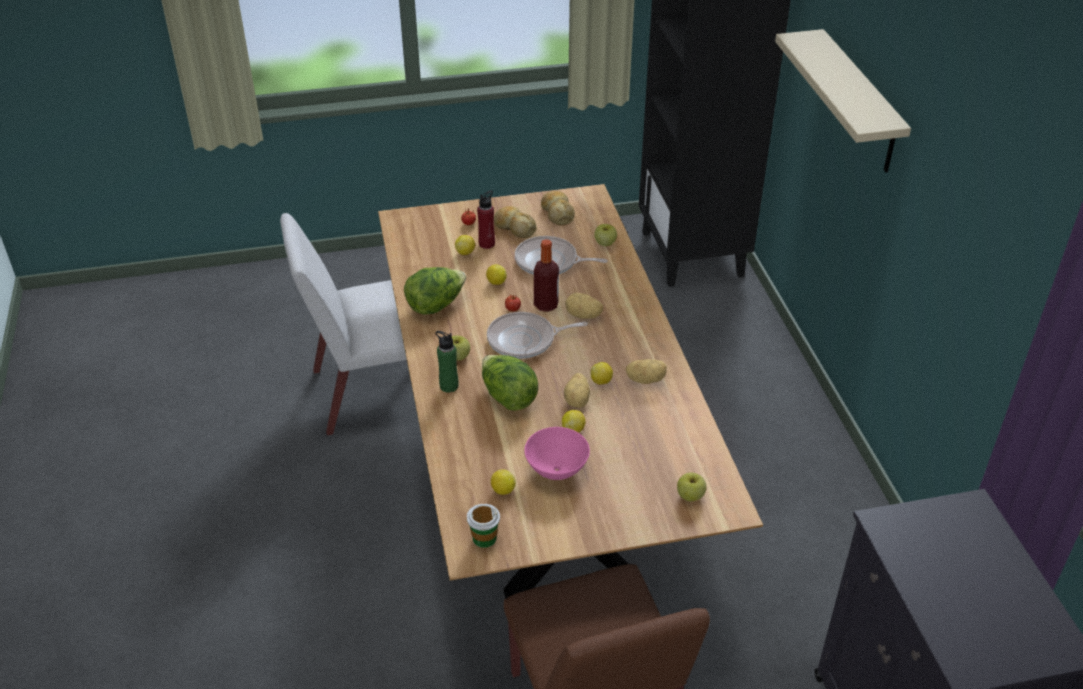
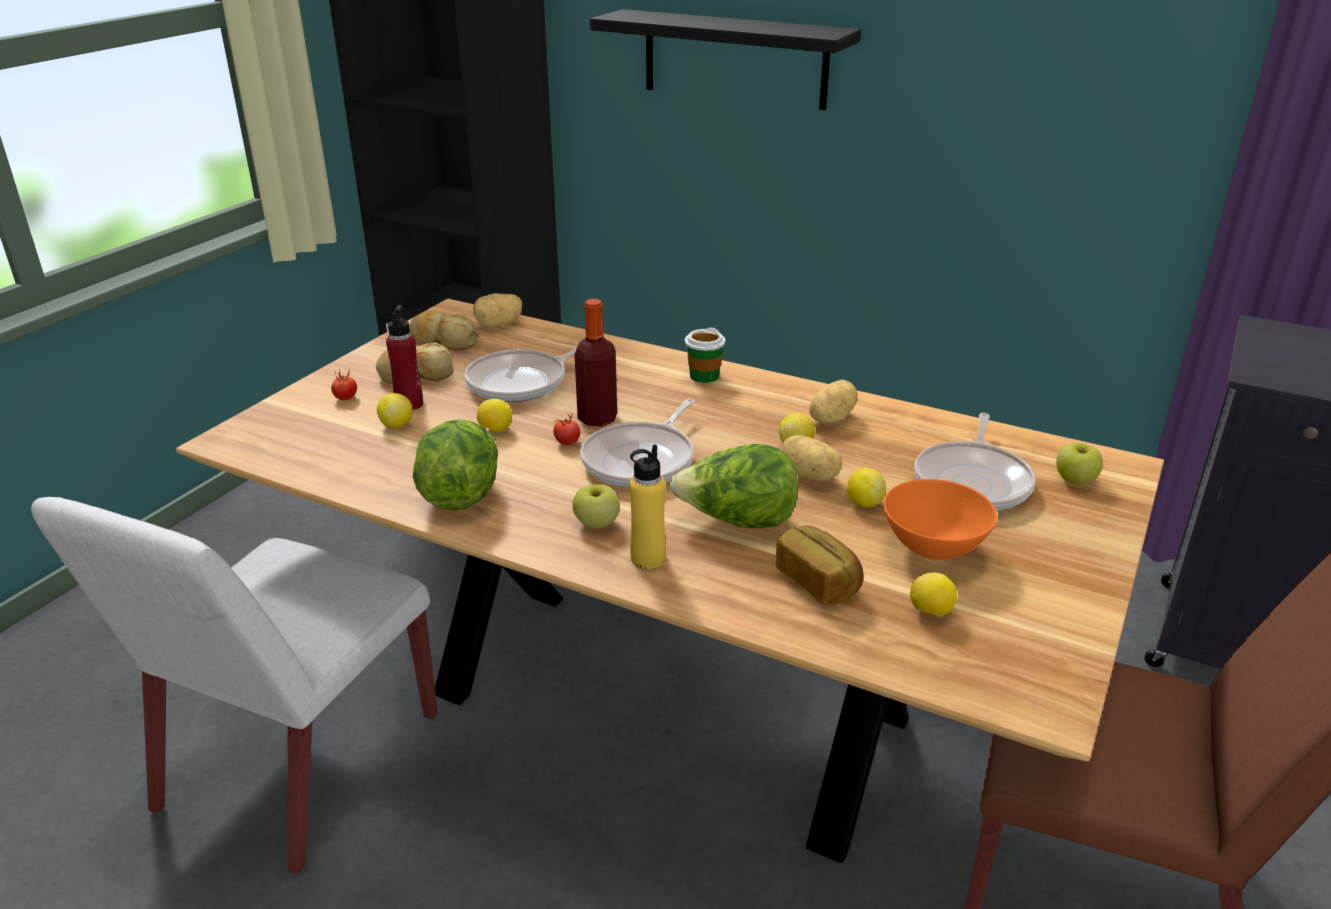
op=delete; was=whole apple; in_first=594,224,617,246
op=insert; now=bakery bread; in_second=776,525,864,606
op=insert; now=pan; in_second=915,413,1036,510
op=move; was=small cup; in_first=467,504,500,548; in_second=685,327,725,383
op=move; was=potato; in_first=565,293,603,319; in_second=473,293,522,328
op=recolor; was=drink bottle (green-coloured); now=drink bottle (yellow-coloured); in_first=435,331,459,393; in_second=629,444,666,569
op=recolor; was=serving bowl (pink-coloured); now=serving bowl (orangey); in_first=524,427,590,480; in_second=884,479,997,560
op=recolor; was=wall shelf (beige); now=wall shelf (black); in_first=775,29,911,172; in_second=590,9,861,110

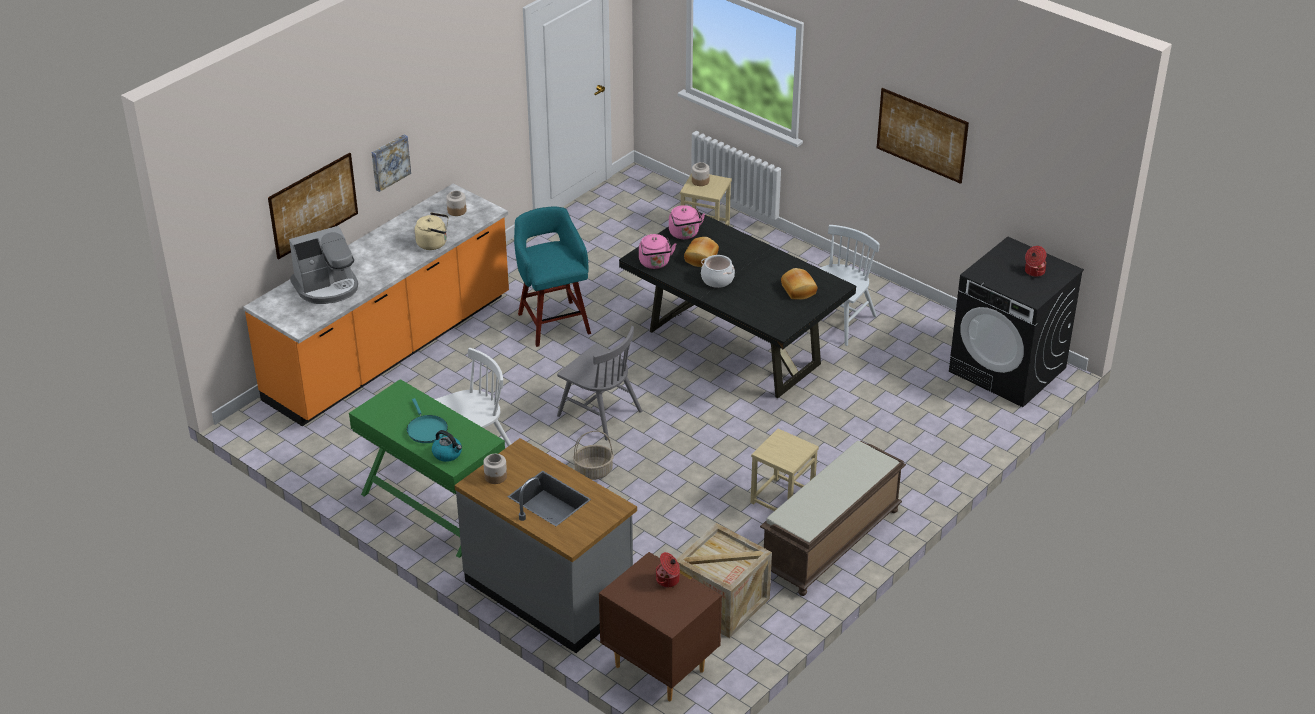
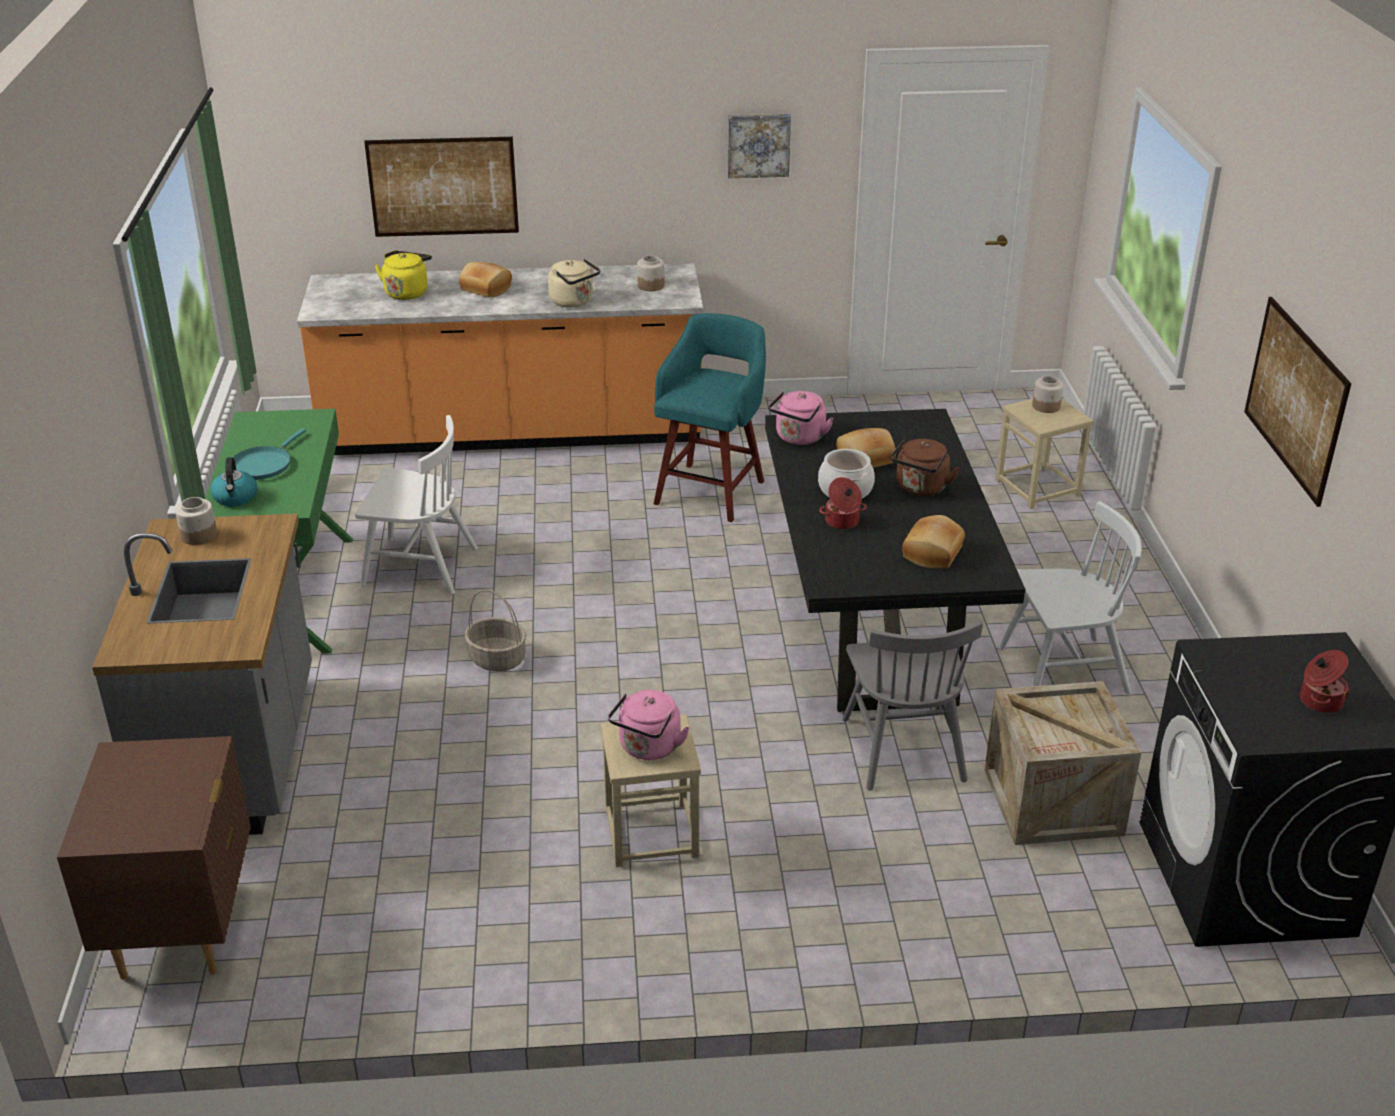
op=delete; was=bench (brownish); in_first=760,441,906,596
op=insert; now=bakery bread; in_second=459,262,512,297
op=insert; now=tea kettle (brownish); in_second=891,439,959,496
op=move; was=picture; in_first=372,135,411,192; in_second=728,114,791,178
op=move; was=upright chair (greyish); in_first=557,326,642,440; in_second=842,621,983,791
op=move; was=saucepot; in_first=656,552,680,588; in_second=819,477,867,529
op=move; was=tea kettle (pink-coloured); in_first=669,205,705,239; in_second=608,690,689,760
op=move; was=crate; in_first=676,523,772,638; in_second=985,681,1141,845
op=replace; was=coffee brewer; now=tea kettle (yellow-coloured); in_first=289,226,358,304; in_second=374,251,432,300

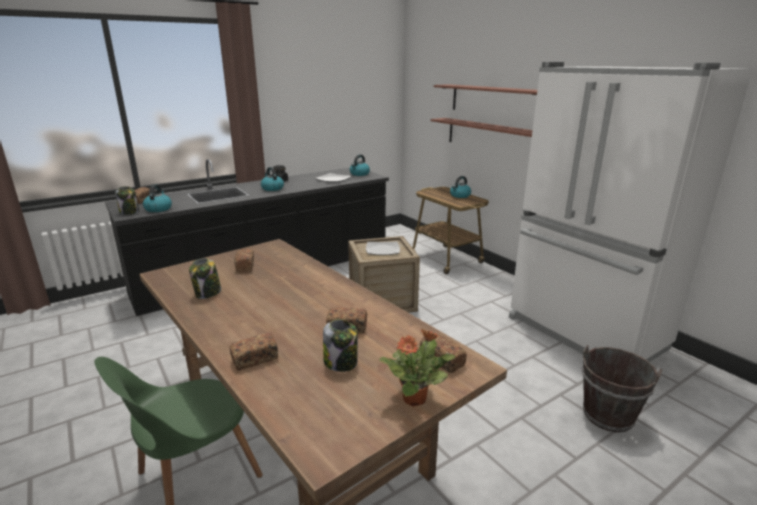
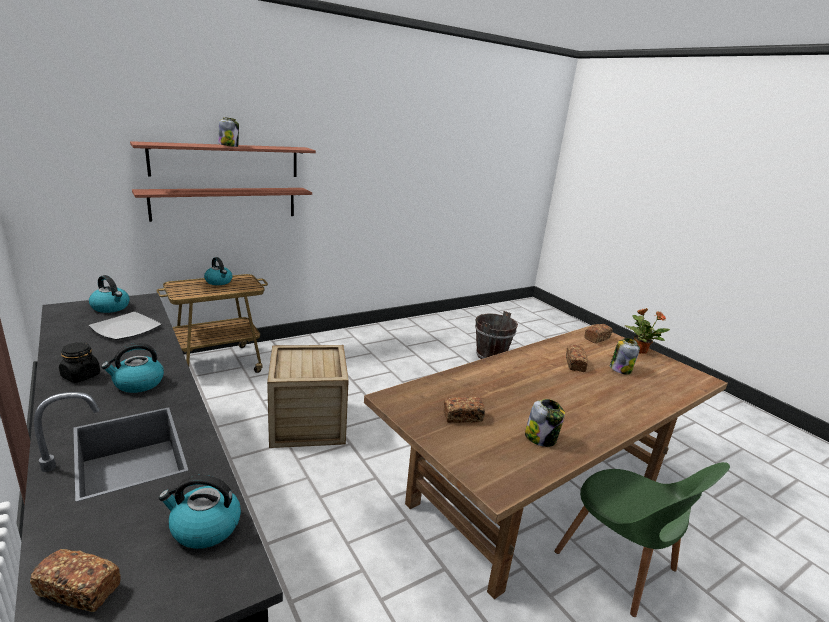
op=delete; was=bakery bread; in_first=230,333,278,371
op=delete; was=plate; in_first=366,242,400,255
op=delete; was=kitchen fridge (white); in_first=509,62,753,362
op=move; was=preserve jar; in_first=115,186,139,215; in_second=218,117,239,147

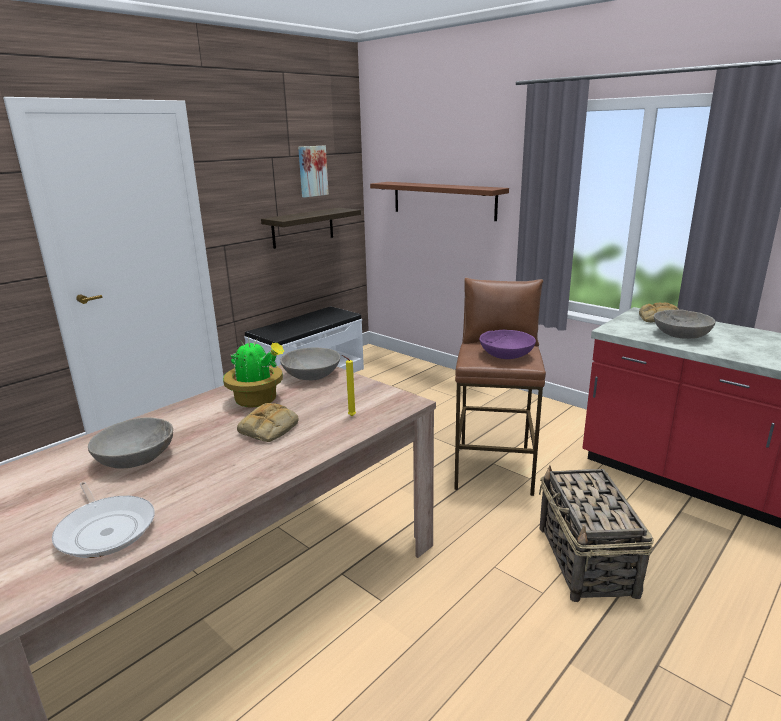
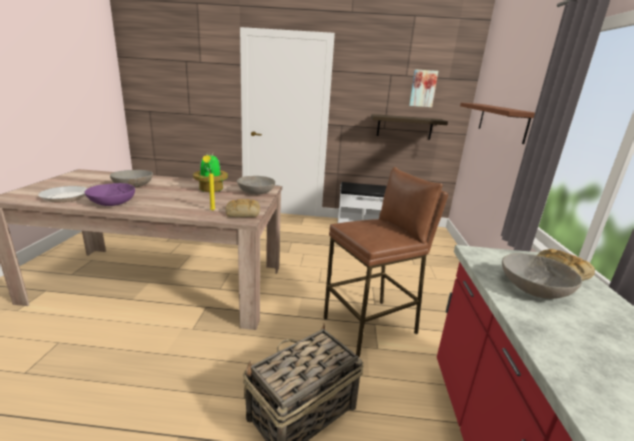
op=move; was=bakery bread; in_first=237,403,299,442; in_second=226,199,260,217
op=move; was=serving bowl (purplish); in_first=479,330,536,359; in_second=85,183,135,206

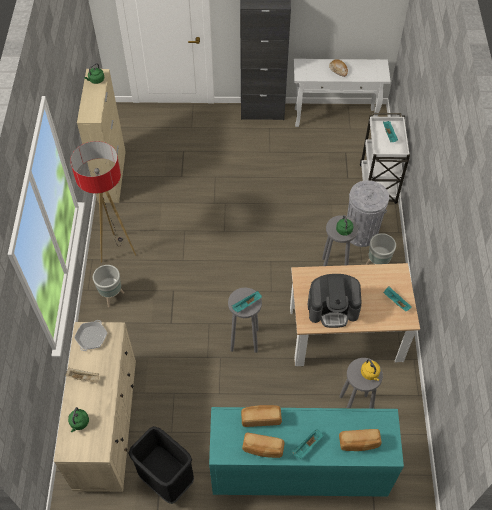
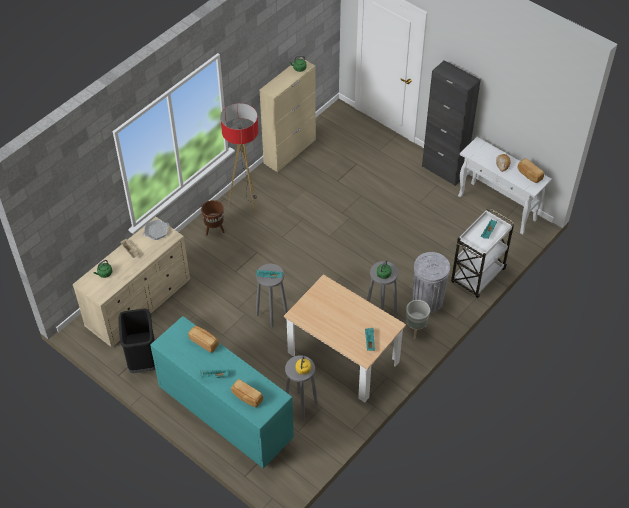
op=delete; was=coffee brewer; in_first=308,274,361,328
op=move; was=bakery bread; in_first=242,432,285,458; in_second=518,158,544,183
op=recolor; was=plant pot (greyish); now=plant pot (brownish); in_first=93,265,124,307; in_second=201,200,225,235

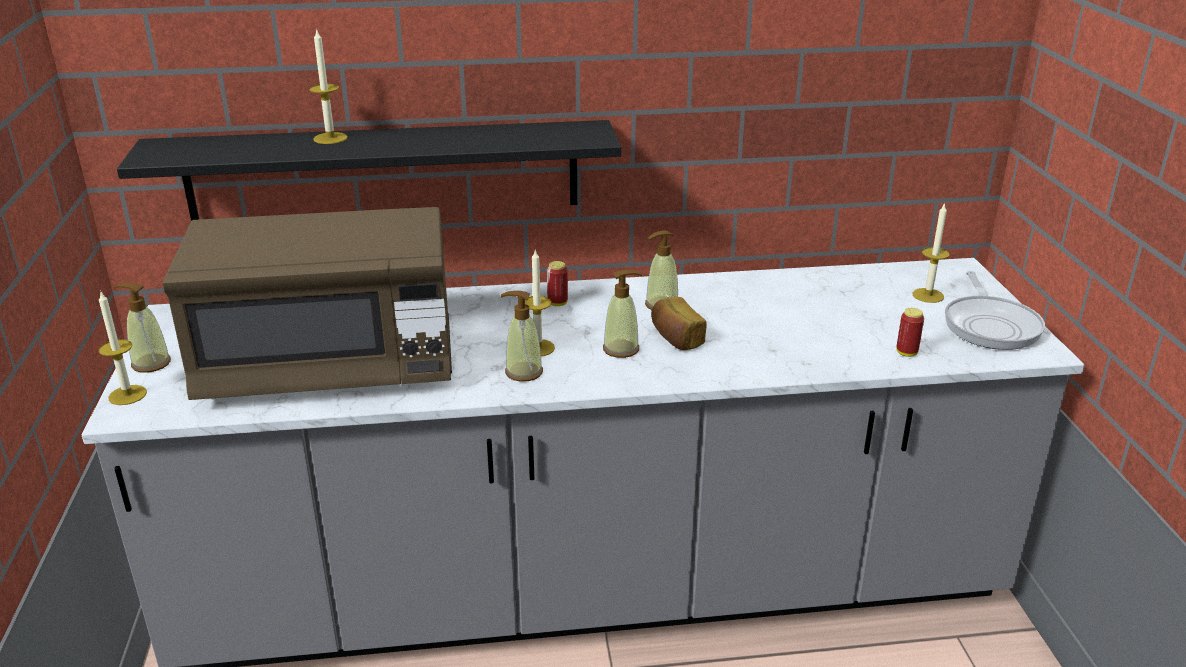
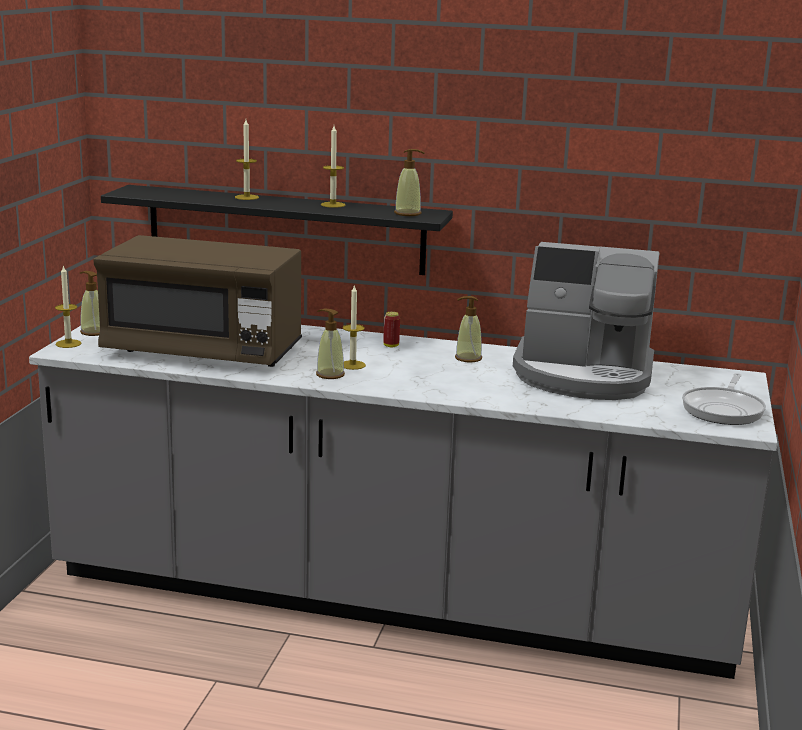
op=delete; was=bakery bread; in_first=651,297,707,350
op=delete; was=sealed can; in_first=896,308,924,357
op=insert; now=coffee brewer; in_second=513,242,660,400
op=move; was=liquid soap bottle; in_first=603,270,642,358; in_second=394,149,425,216
op=move; was=wax candle; in_first=913,203,950,303; in_second=321,126,345,208

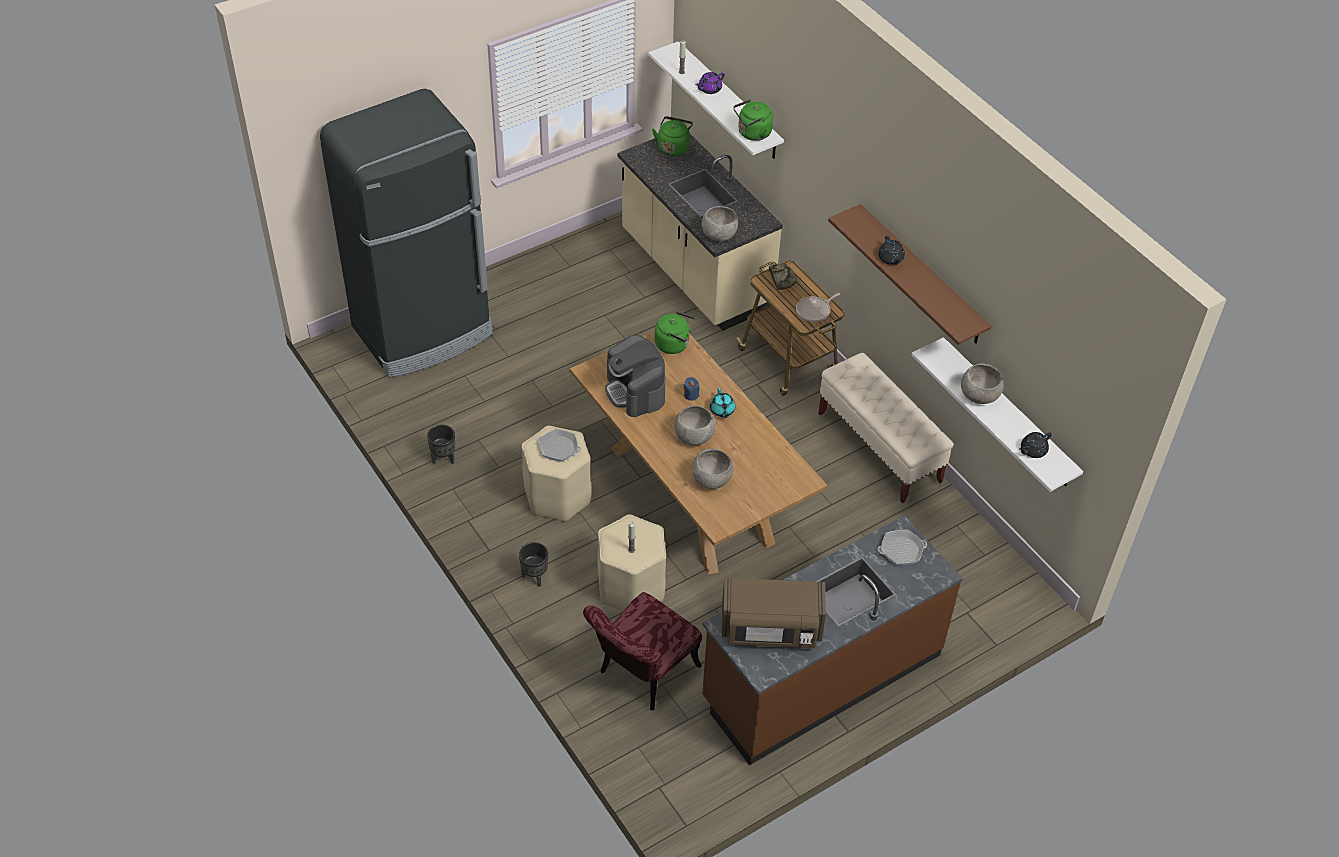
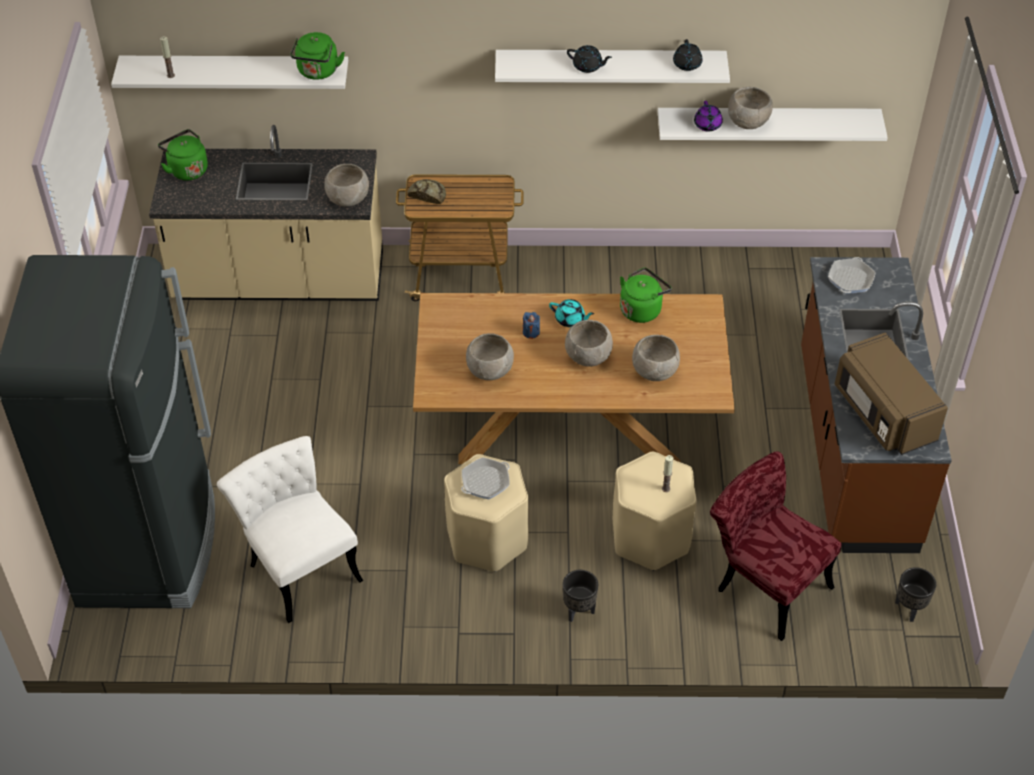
op=delete; was=pan; in_first=796,293,840,322
op=delete; was=bench (beige); in_first=818,353,954,503
op=insert; now=upright chair (white); in_second=217,436,363,623
op=move; was=plant pot (black); in_first=427,425,455,464; in_second=895,567,936,622
op=move; was=tea kettle (green-coloured); in_first=655,312,695,354; in_second=620,268,672,323
op=move; was=teapot (purplish); in_first=695,72,725,94; in_second=694,101,723,131
op=move; was=teapot (black); in_first=1019,432,1052,458; in_second=673,39,702,71
op=replace; was=coffee brewer; now=serving bowl (greyish); in_first=605,335,666,417; in_second=466,333,514,380
op=recolor; was=wall shelf (brownish); now=wall shelf (white); in_first=828,204,992,345; in_second=495,50,730,83
op=rotate; was=upright chair (red-coloured); in_first=583,592,702,710; in_second=710,451,842,641; clockwise=150
op=rotate; was=microwave (brownish); in_first=722,578,826,648; in_second=835,332,948,455; clockwise=120

